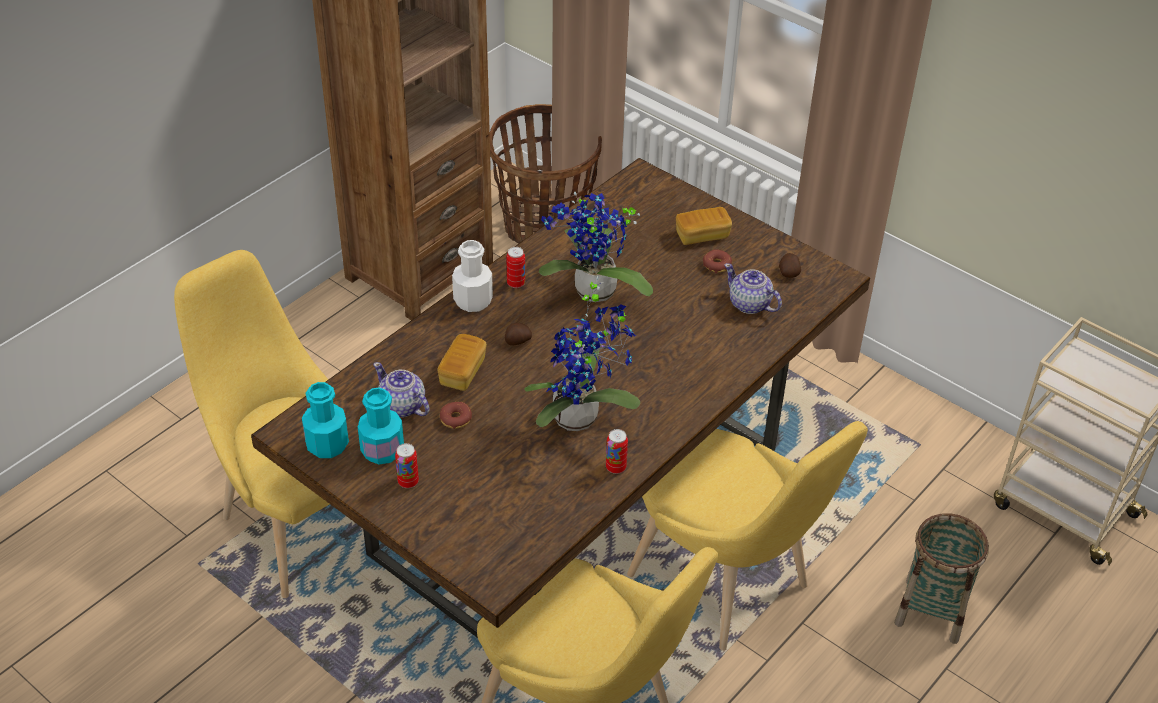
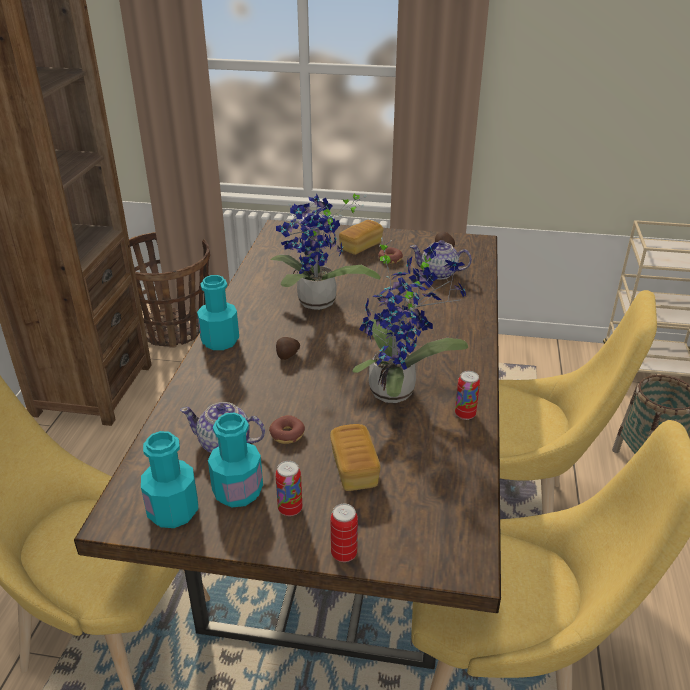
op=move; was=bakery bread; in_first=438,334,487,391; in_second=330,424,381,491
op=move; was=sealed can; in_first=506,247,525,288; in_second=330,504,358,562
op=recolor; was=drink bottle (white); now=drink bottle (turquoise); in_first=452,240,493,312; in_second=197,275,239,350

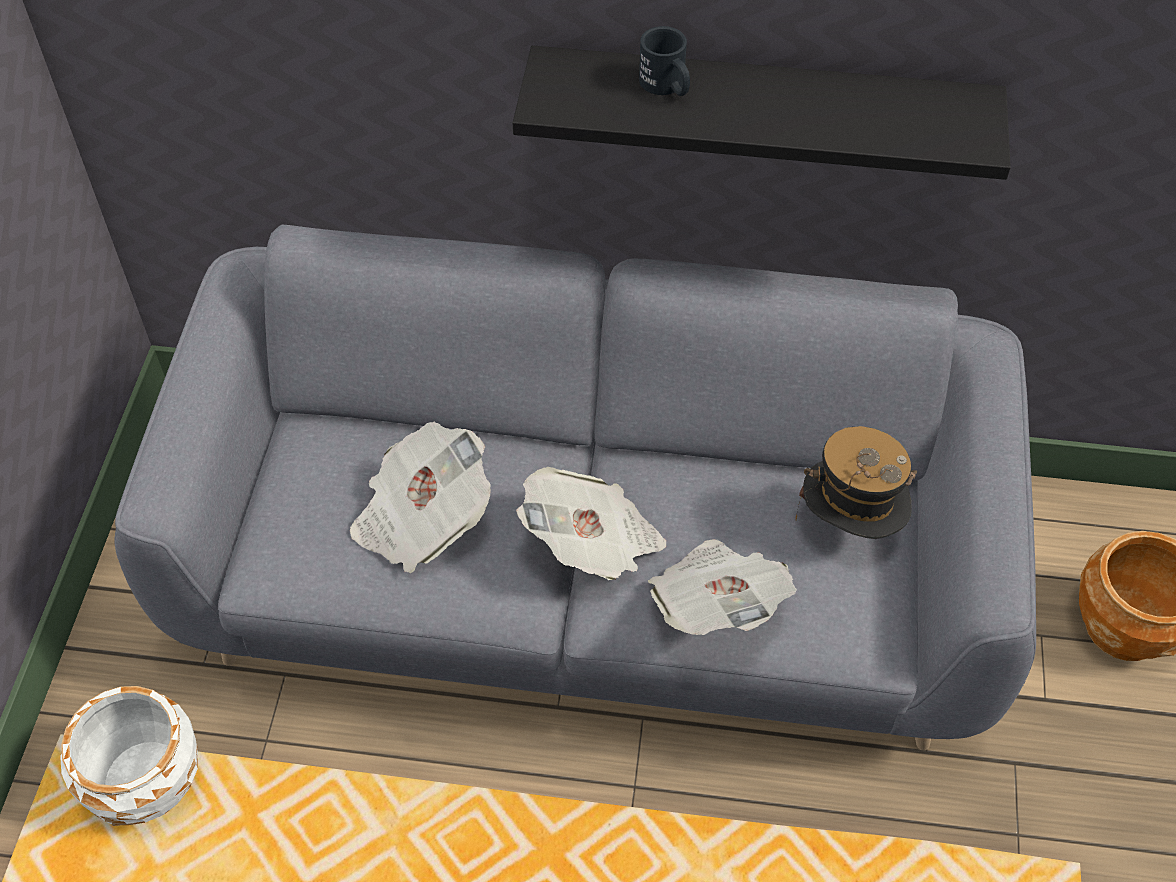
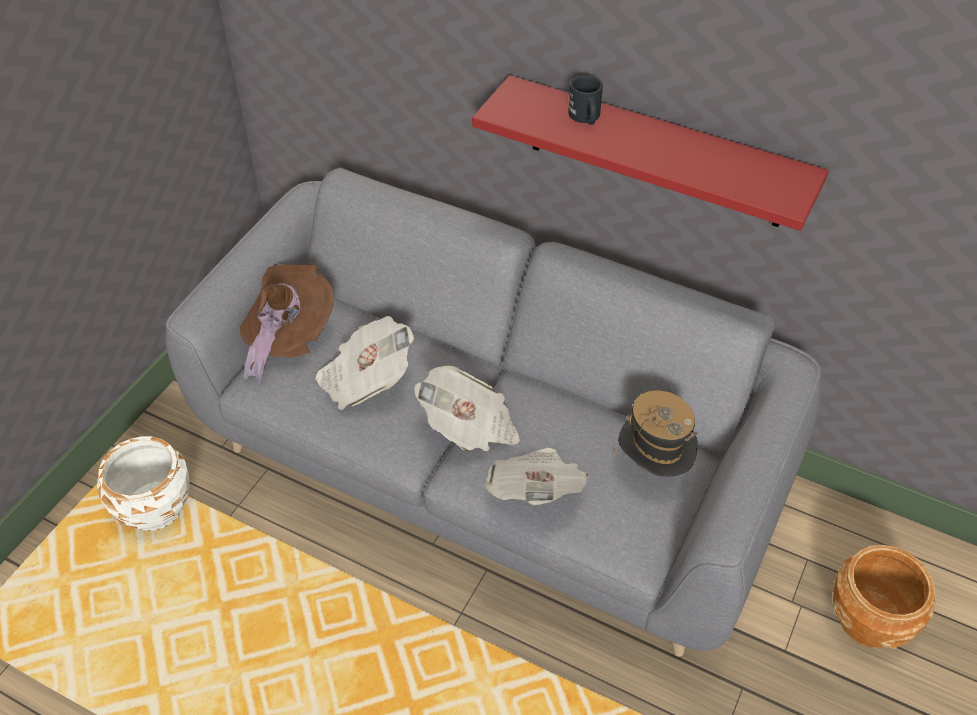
op=insert; now=clothing hat (brownish); in_second=240,264,334,385
op=recolor; was=wall shelf (black); now=wall shelf (red-coloured); in_first=512,45,1011,180; in_second=472,75,829,231

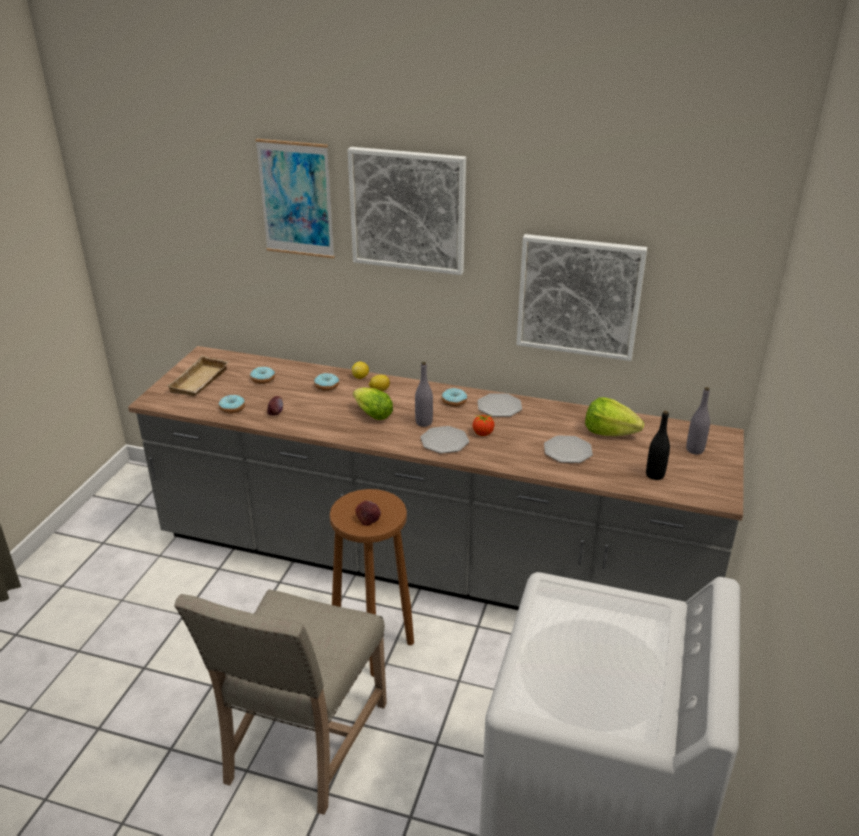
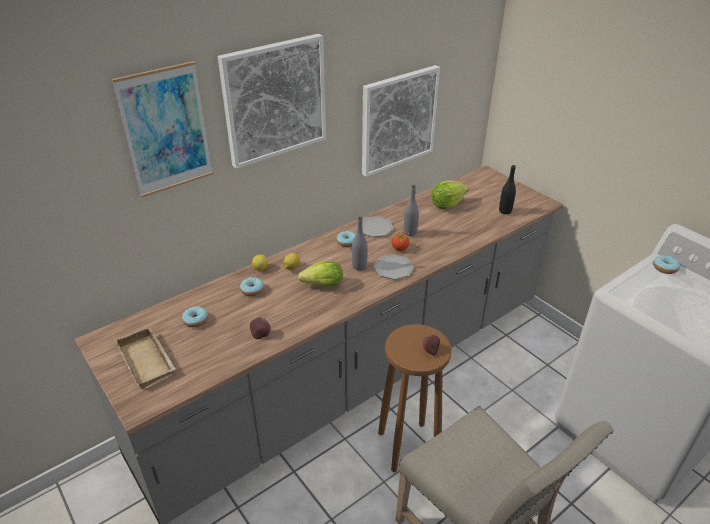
op=delete; was=plate; in_first=544,436,593,463
op=move; was=donut; in_first=219,395,245,414; in_second=653,255,680,274
op=move; was=drink bottle (greyish); in_first=686,387,710,454; in_second=404,185,419,236

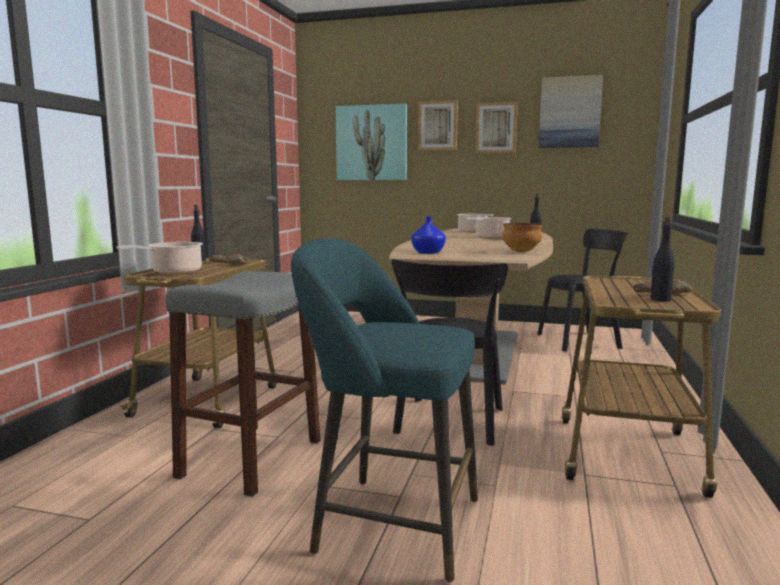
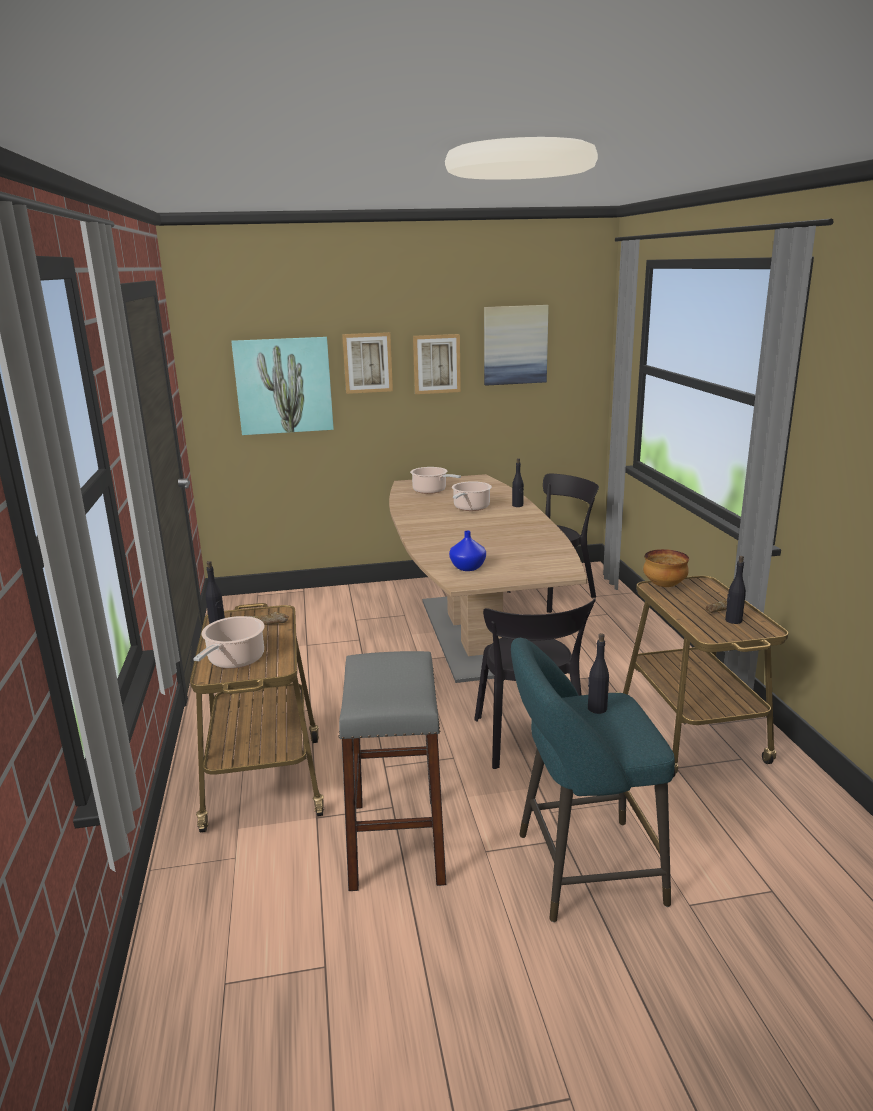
op=insert; now=drink bottle (black); in_second=588,633,609,714
op=move; was=serving bowl; in_first=502,223,542,252; in_second=643,549,689,587

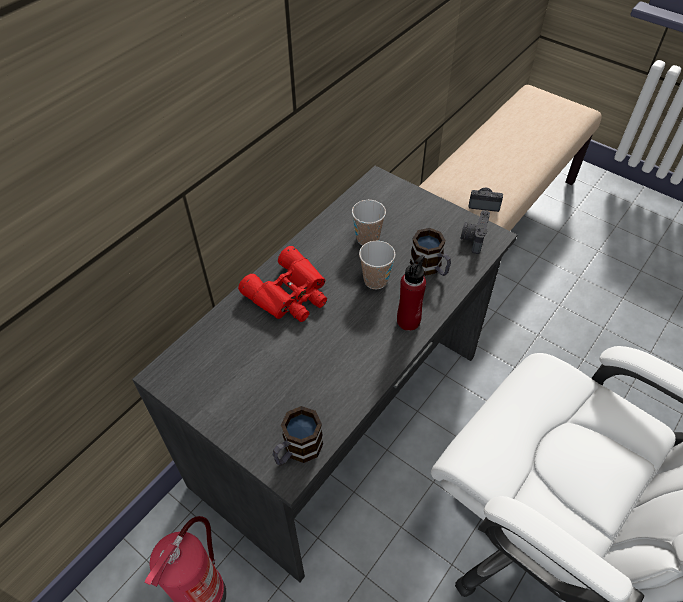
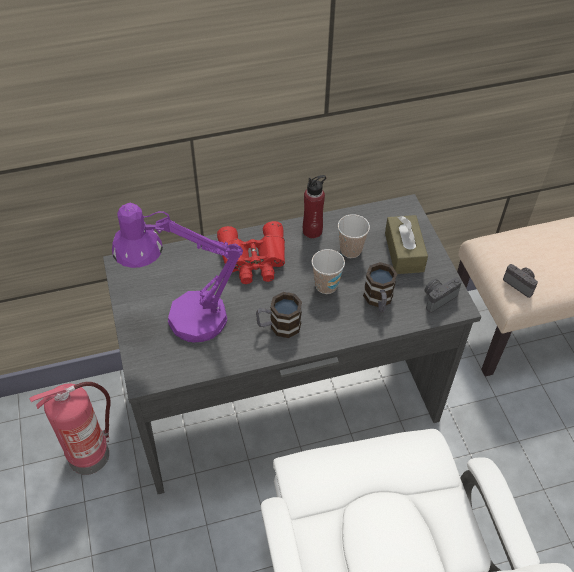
op=insert; now=tabletop lamp (purplish); in_second=112,202,243,343
op=insert; now=tissue box (brownish); in_second=385,215,428,274
op=move; was=tea mug; in_first=273,406,323,465; in_second=256,292,302,338
op=move; was=drink bottle (red-coloured); in_first=397,255,426,331; in_second=303,175,326,238

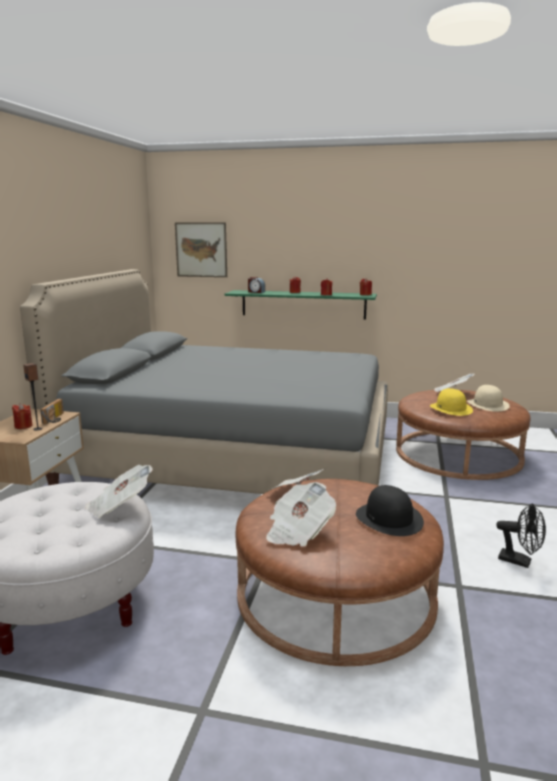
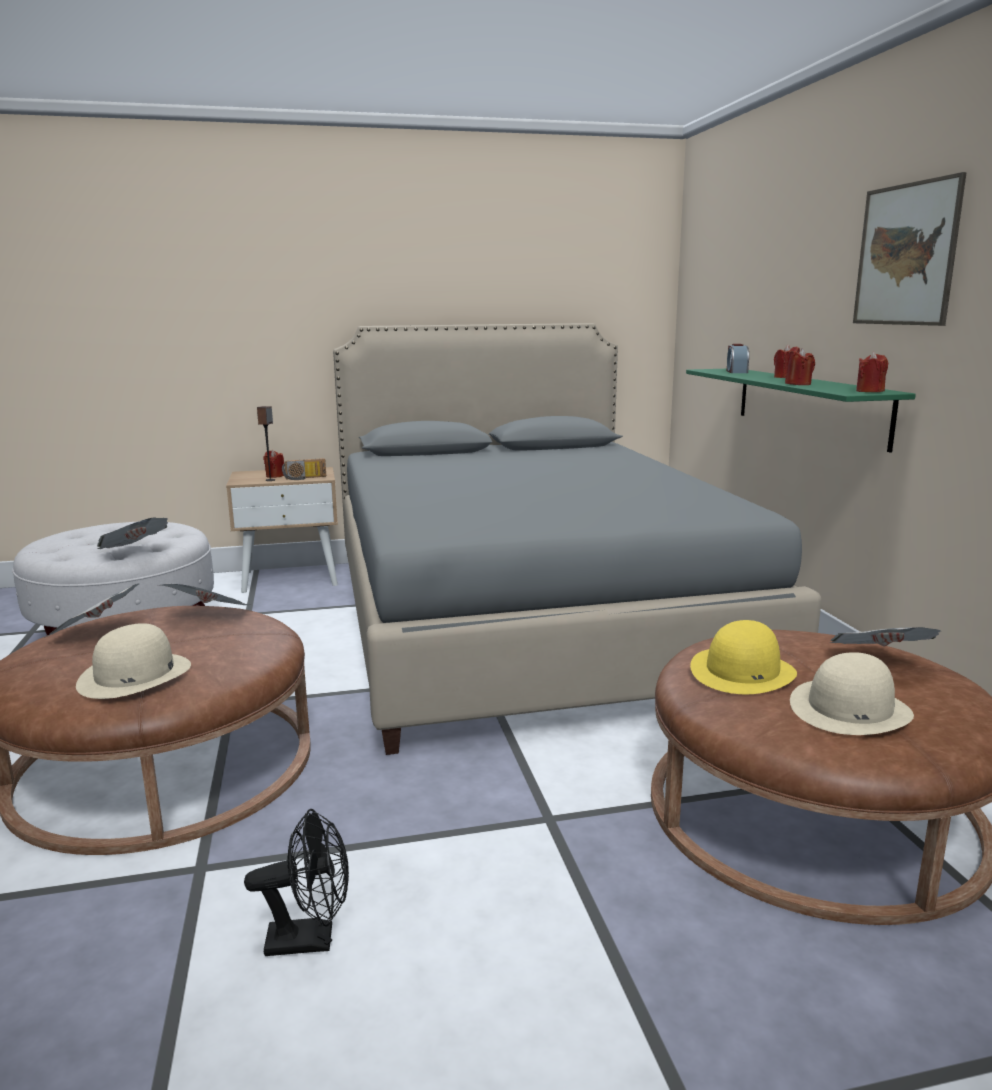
op=move; was=picture; in_first=175,223,227,277; in_second=853,172,967,326
op=recolor; was=clothing hat (black); now=clothing hat (beige); in_first=356,485,424,536; in_second=76,623,191,699
op=rotate; was=fan (black); in_first=496,503,546,568; in_second=244,809,349,956; clockwise=-105

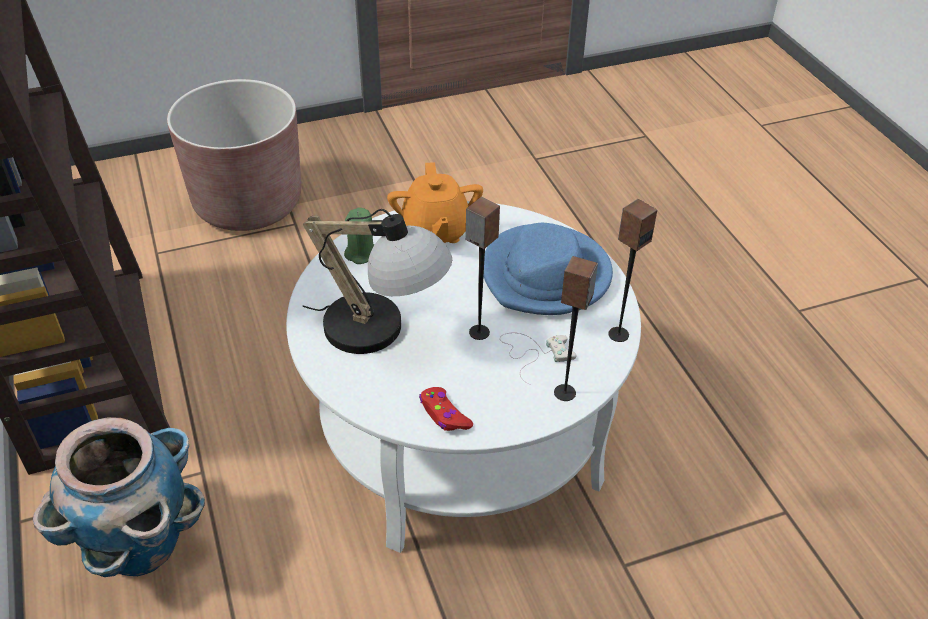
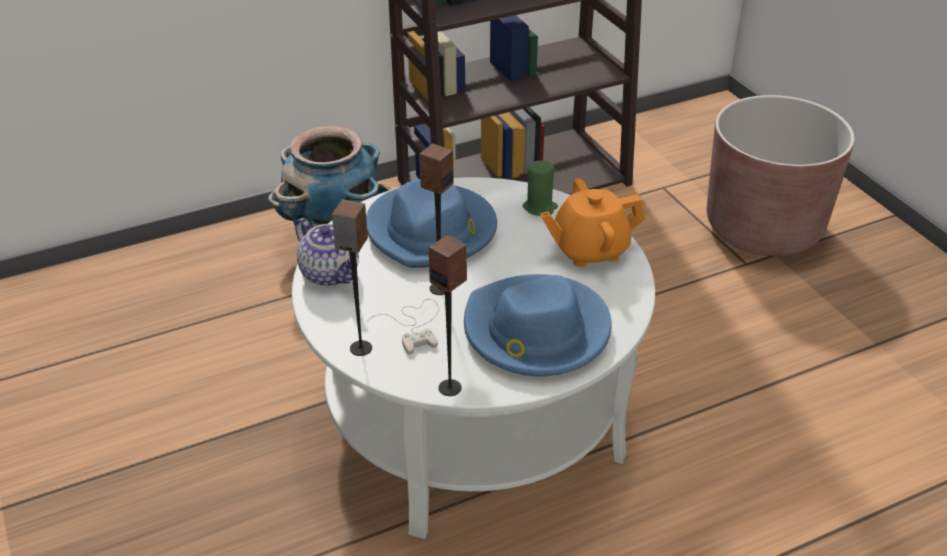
op=replace; was=tabletop lamp; now=clothing hat (blue-coloured); in_first=302,209,452,354; in_second=366,179,497,268
op=replace; was=joypad (red-coloured); now=teapot; in_first=419,387,473,431; in_second=295,218,359,287

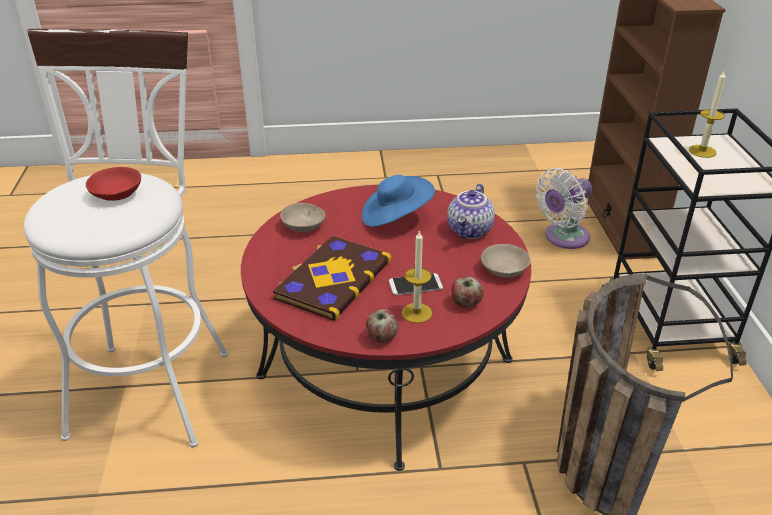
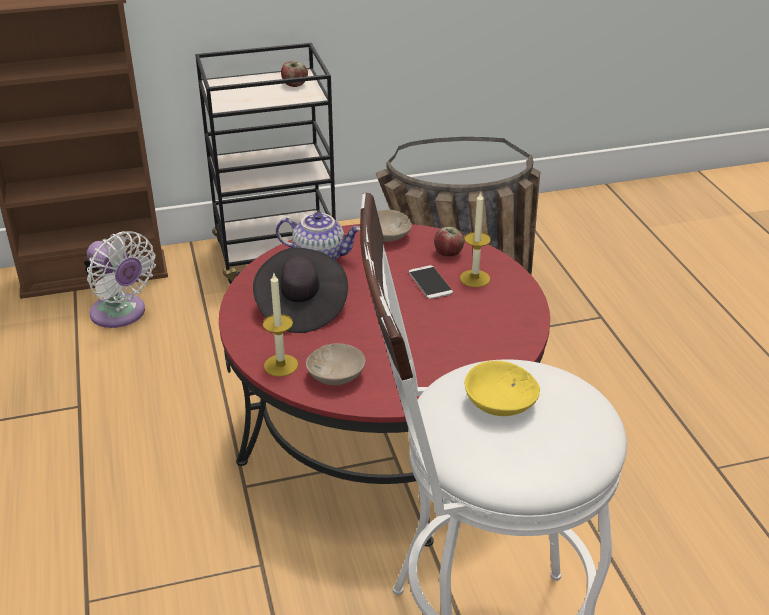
op=delete; was=volume; in_first=273,236,391,321
op=move; was=whole apple; in_first=366,309,399,343; in_second=281,61,308,87
op=move; was=wax candle; in_first=689,71,726,158; in_second=263,274,298,377
op=recolor; was=serving bowl (red-coloured); now=serving bowl (yellow-coloured); in_first=86,167,141,201; in_second=465,361,540,416
op=recolor; was=clothing hat (blue-coloured); now=clothing hat (black); in_first=362,175,435,227; in_second=253,247,348,333

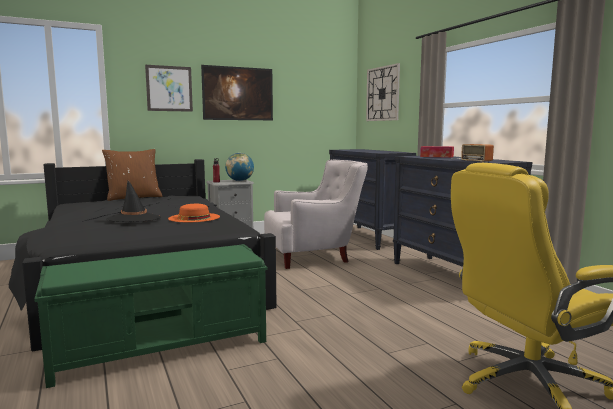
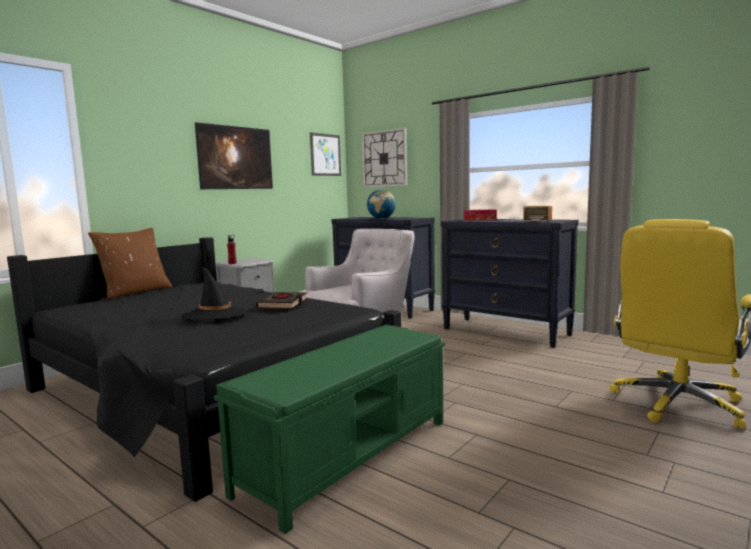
op=move; was=picture; in_first=145,65,193,112; in_second=310,132,341,176
op=move; was=globe; in_first=225,153,254,181; in_second=367,190,396,219
op=replace; was=clothing hat (orangey); now=volume (black); in_first=168,204,220,222; in_second=255,292,307,309

